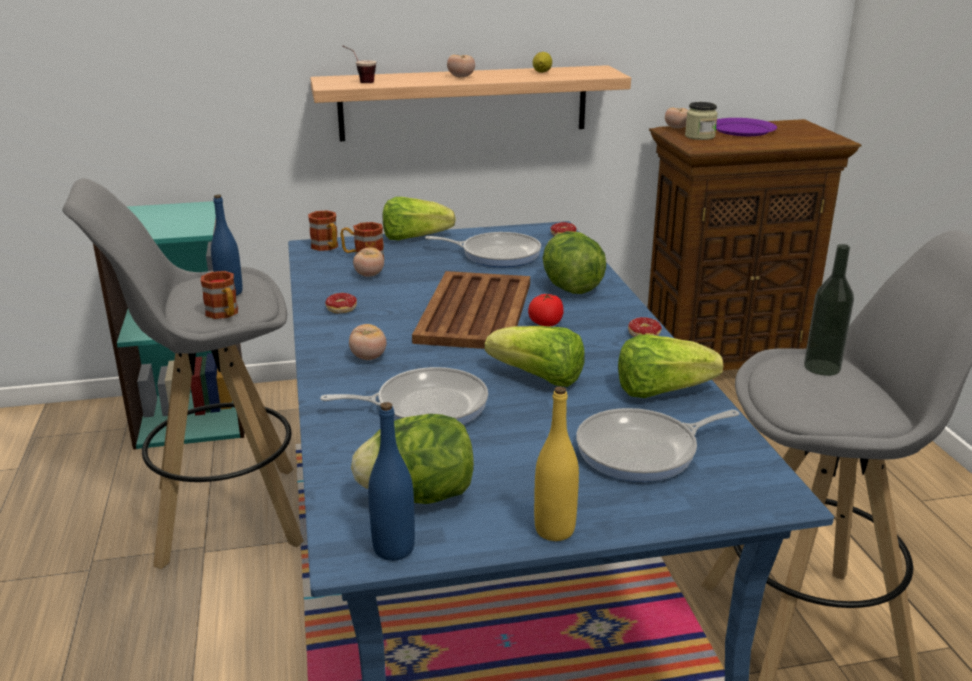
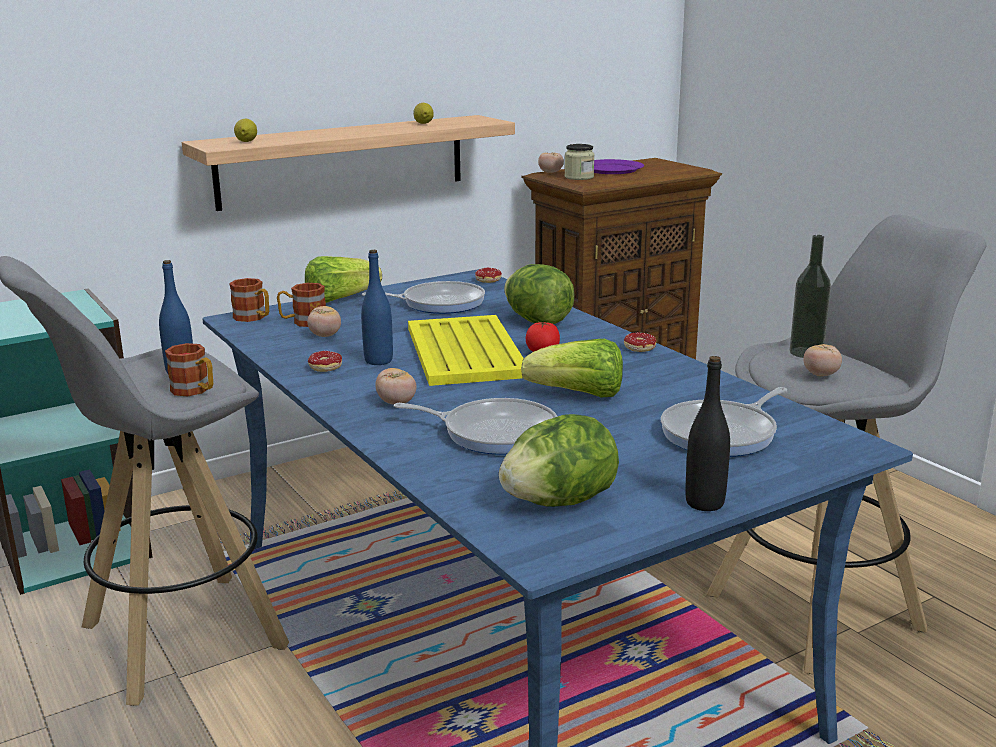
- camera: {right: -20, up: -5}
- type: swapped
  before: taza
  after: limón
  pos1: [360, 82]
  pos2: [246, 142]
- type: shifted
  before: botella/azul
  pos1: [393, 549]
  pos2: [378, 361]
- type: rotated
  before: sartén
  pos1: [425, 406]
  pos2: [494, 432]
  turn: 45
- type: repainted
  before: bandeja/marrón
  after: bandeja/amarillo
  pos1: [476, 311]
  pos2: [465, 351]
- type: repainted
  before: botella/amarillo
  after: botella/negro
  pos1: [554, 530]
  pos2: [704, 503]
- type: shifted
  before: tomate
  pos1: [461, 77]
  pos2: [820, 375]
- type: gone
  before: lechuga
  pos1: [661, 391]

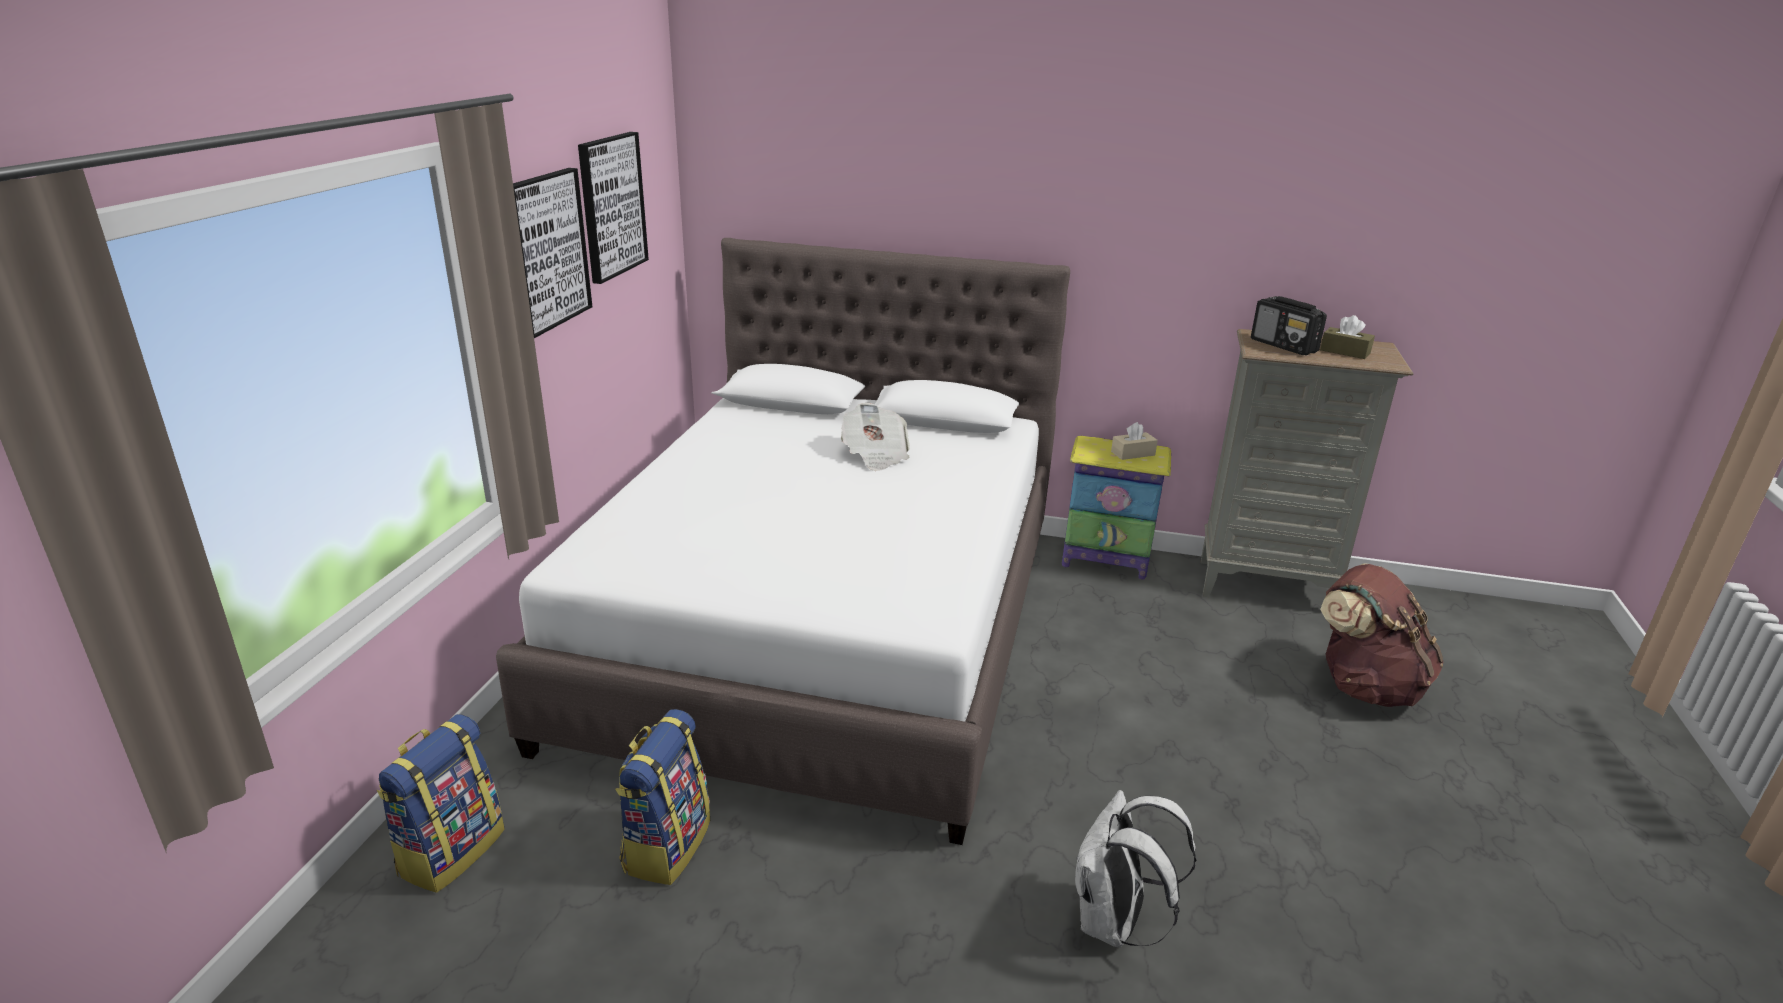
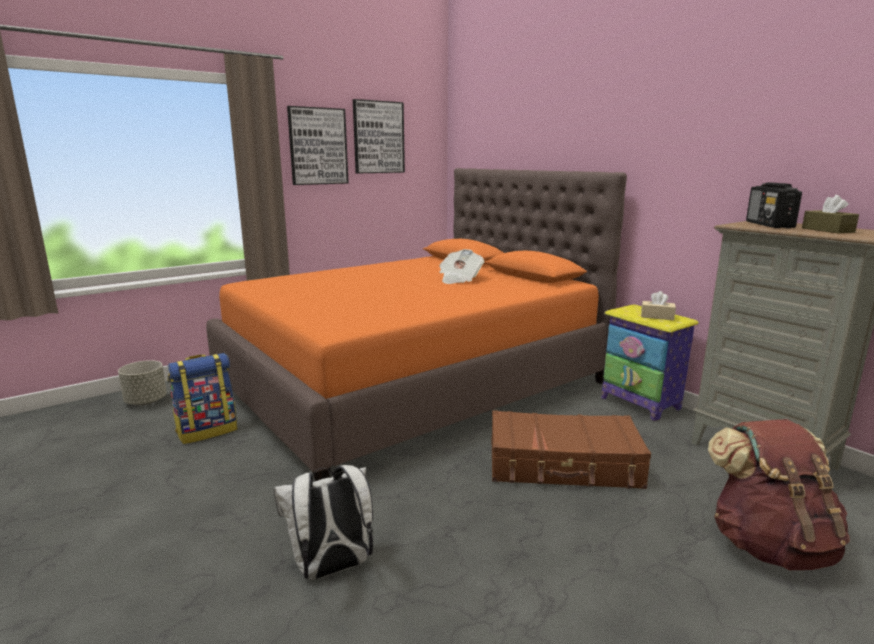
- camera: {right: 40, up: -10}
- type: swapped
  before: mochila
  after: maceta/gris
  pos1: [451, 851]
  pos2: [146, 401]
- type: repainted
  before: cama/blanco
  after: cama/naranja
  pos1: [825, 628]
  pos2: [412, 382]
- type: new
  after: maleta/marrón
  pos2: [563, 465]

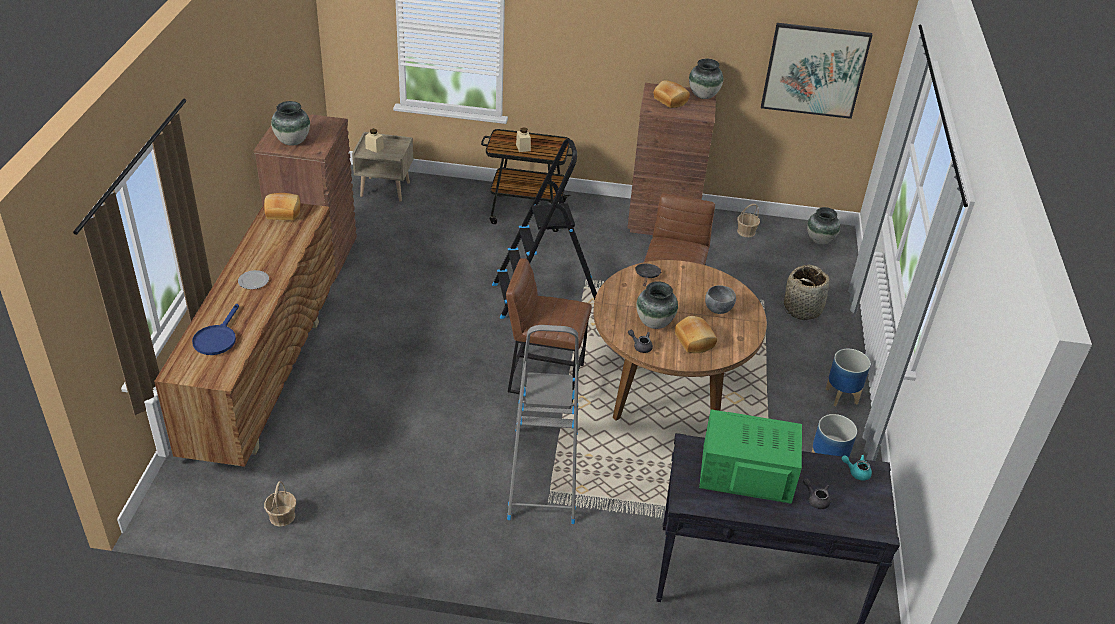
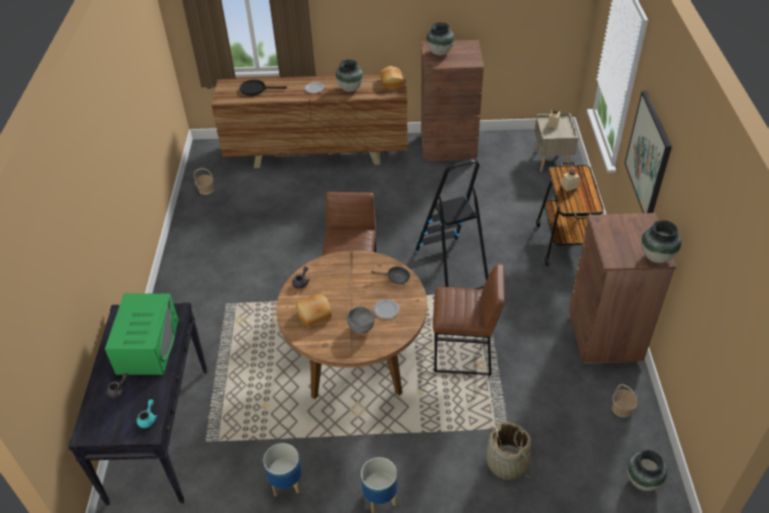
- camera: {right: 85, up: 5}
- type: repainted
  before: sartén/azul
  after: sartén/negro
  pos1: [217, 338]
  pos2: [256, 89]
- type: shifted
  before: florero
  pos1: [654, 323]
  pos2: [350, 88]
- type: new
  after: plato
  pos2: [386, 310]
- type: shifted
  before: cuadro
  pos1: [814, 70]
  pos2: [648, 155]
- type: gone
  before: escalera de tijera/gris
  pos1: [543, 473]
- type: gone
  before: pan
  pos1: [670, 100]

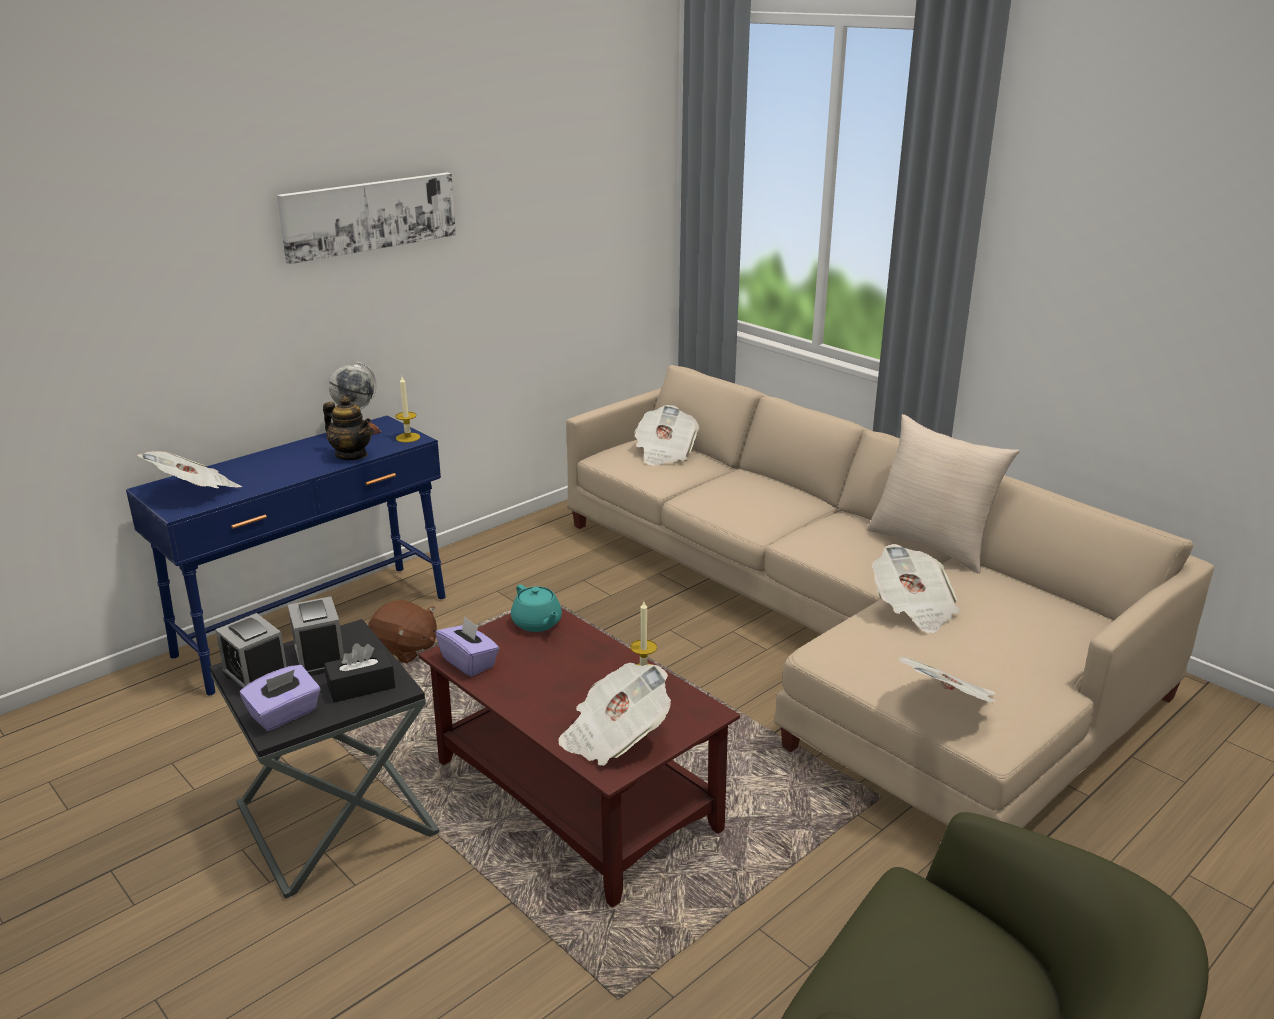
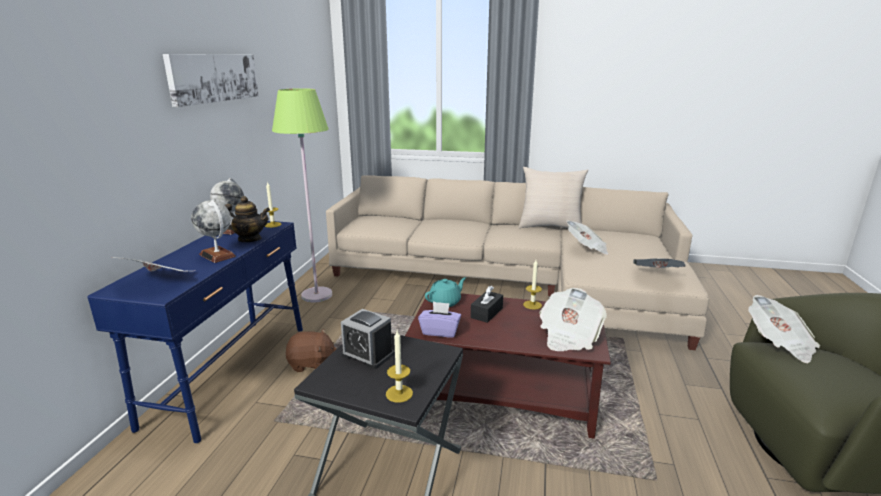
- camera: {right: -35, up: -5}
- type: new
  after: globo terráqueo
  pos2: [217, 255]
- type: new
  after: lámpara de pie/verde
  pos2: [316, 295]
- type: swapped
  before: caja de pañuelos/morado
  after: vela
  pos1: [285, 714]
  pos2: [399, 393]
- type: rotated
  before: tetera/turquesa
  pos1: [537, 623]
  pos2: [445, 302]
  turn: -60
- type: shifted
  before: caja de pañuelos/negro
  pos1: [361, 686]
  pos2: [486, 313]
- type: shifted
  before: periódico
  pos1: [664, 453]
  pos2: [779, 344]
- type: gone
  before: despertador
  pos1: [256, 676]

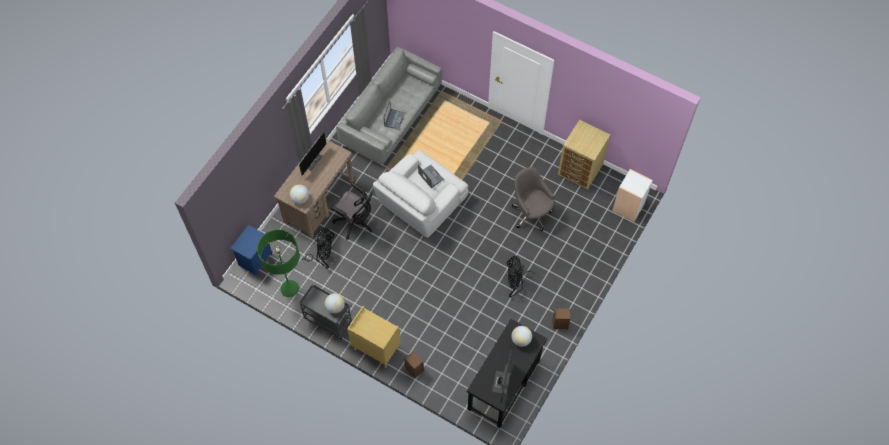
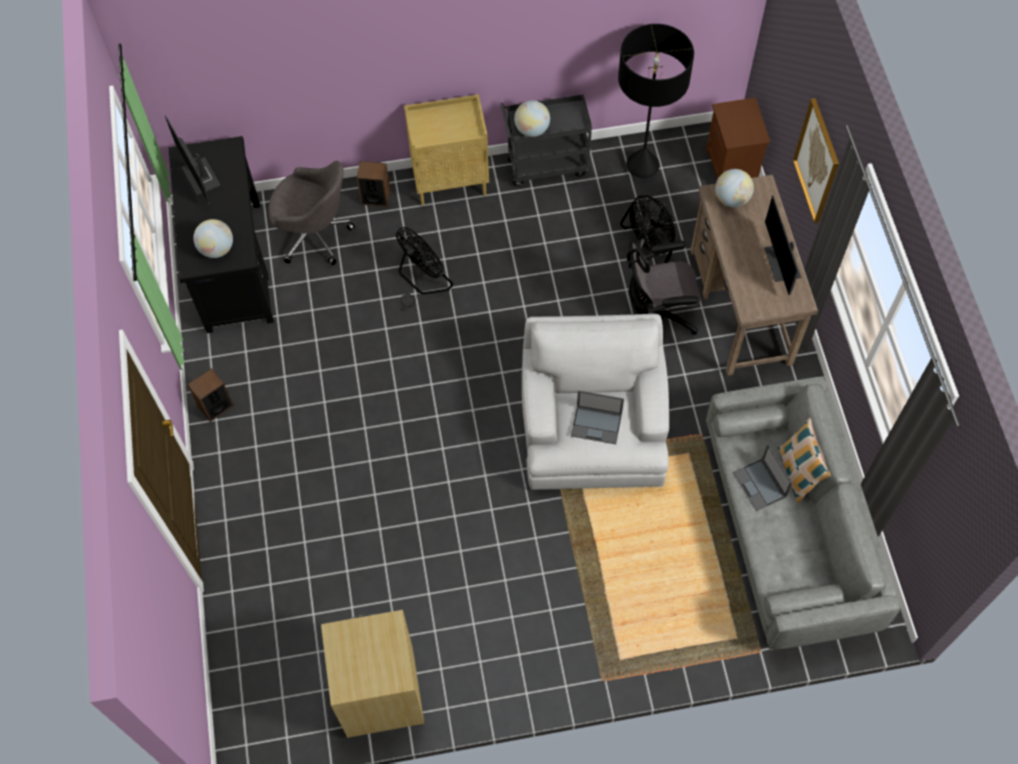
- camera: {right: 140, up: 0}
- type: shifted
  before: silla de oficina/gris
  pos1: [531, 213]
  pos2: [315, 236]
- type: shifted
  before: ventilador/negro
  pos1: [516, 280]
  pos2: [418, 279]
- type: repainted
  before: lámpara de pie/verde
  after: lámpara de pie/negro
  pos1: [290, 289]
  pos2: [642, 167]
- type: repainted
  before: mesita de noche/azul
  after: mesita de noche/marrón
  pos1: [255, 259]
  pos2: [732, 168]
- type: new
  after: cojín
  pos2: [797, 473]
- type: new
  after: cuadro
  pos2: [817, 161]
- type: gone
  before: estantería
  pos1: [628, 207]

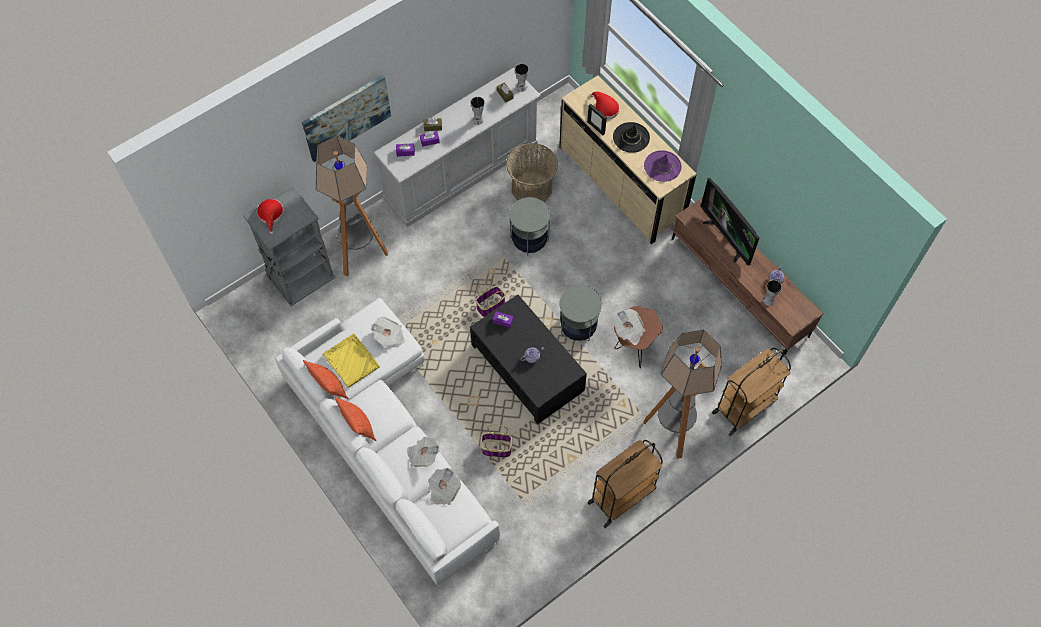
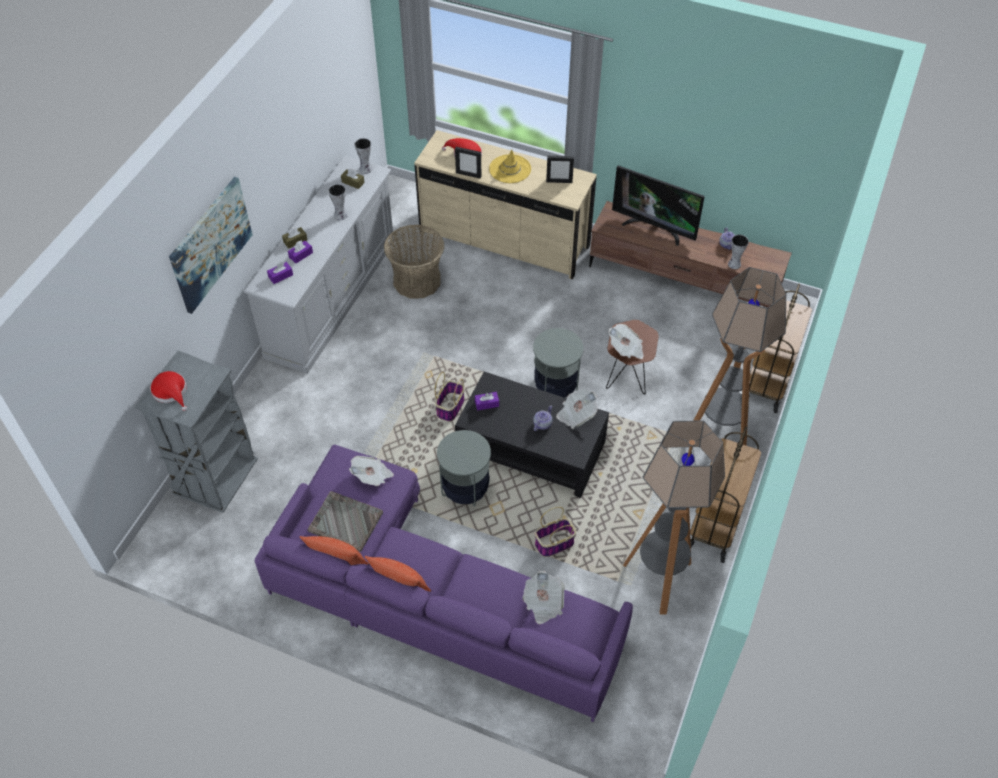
- camera: {right: -30, up: -10}
- type: repainted
  before: sofá/blanco
  after: sofá/morado
  pos1: [389, 441]
  pos2: [431, 596]
- type: repainted
  before: bandeja/amarillo
  after: bandeja/gris
  pos1: [351, 360]
  pos2: [345, 521]
- type: shifted
  before: mesa auxiliar/gris
  pos1: [529, 240]
  pos2: [465, 488]
- type: repainted
  before: sombrero/negro
  after: sombrero/amarillo
  pos1: [631, 137]
  pos2: [510, 169]
- type: swapped
  before: sombrero/morado
  after: portarretratos
  pos1: [662, 166]
  pos2: [559, 181]
- type: shifted
  before: periódico
  pos1: [423, 455]
  pos2: [576, 414]
- type: shifted
  before: lámpara de pie
  pos1: [360, 254]
  pos2: [658, 579]

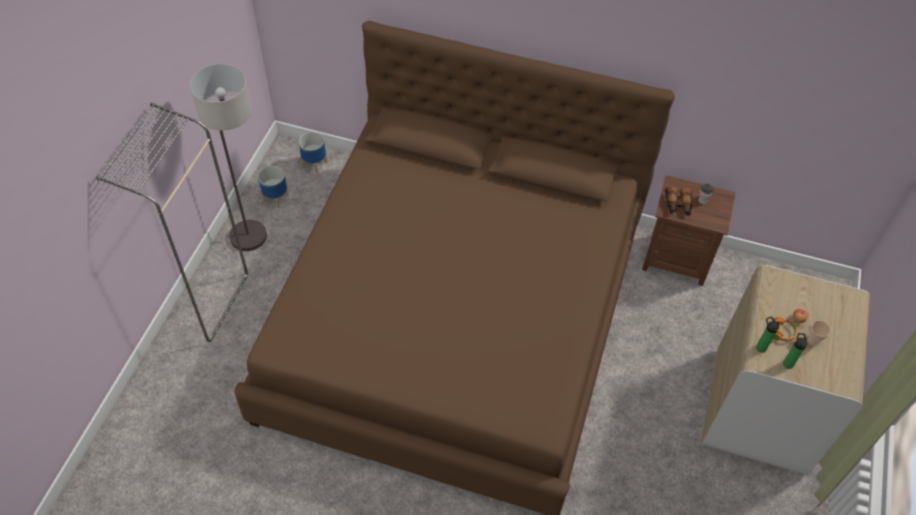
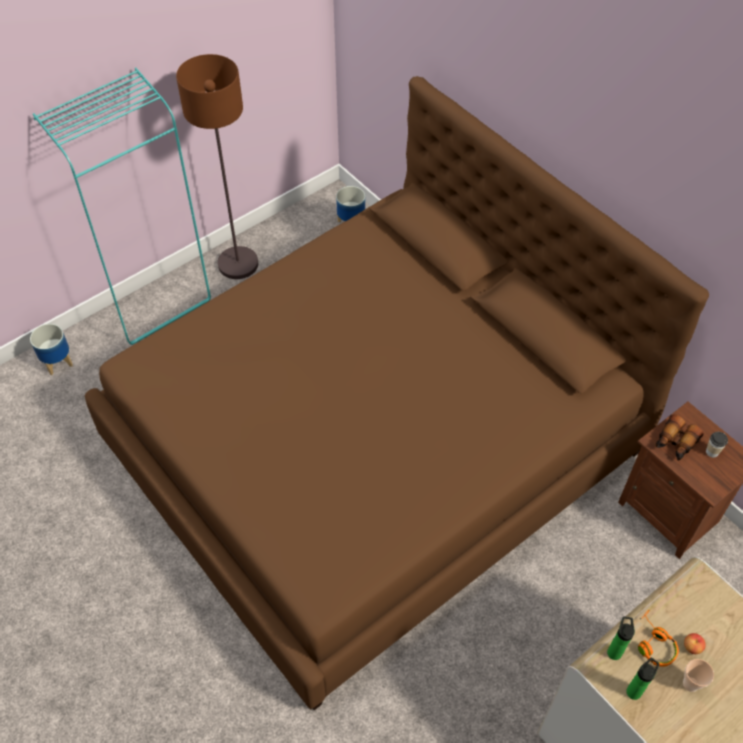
- camera: {right: 35, up: 0}
- type: shifted
  before: maceta
  pos1: [276, 198]
  pos2: [58, 362]
- type: repainted
  before: perchero/gris
  after: perchero/turquesa
  pos1: [207, 301]
  pos2: [158, 306]
- type: repainted
  before: lámpara de pie/gris
  after: lámpara de pie/marrón
  pos1: [255, 243]
  pos2: [239, 273]

